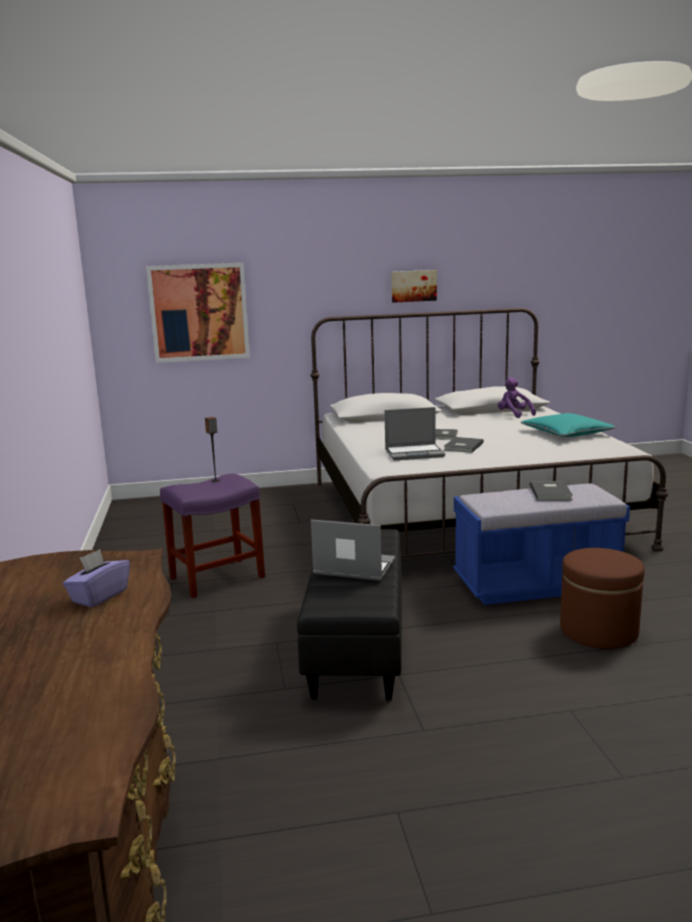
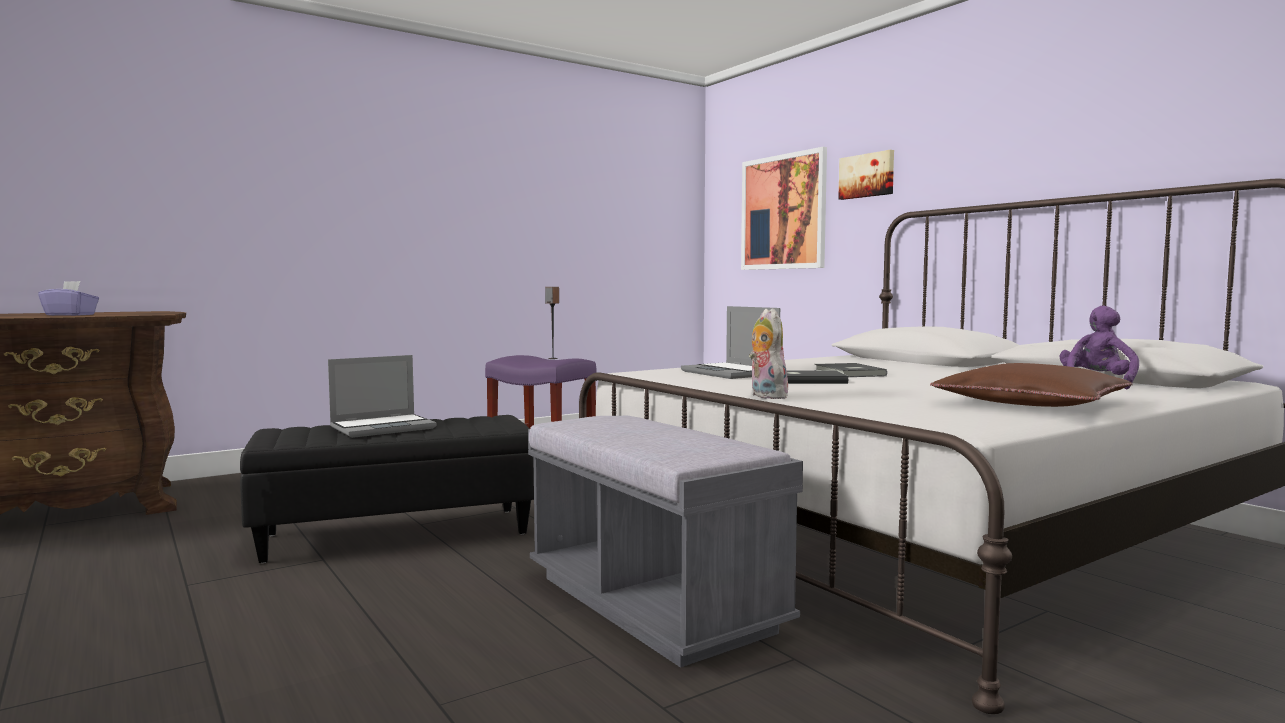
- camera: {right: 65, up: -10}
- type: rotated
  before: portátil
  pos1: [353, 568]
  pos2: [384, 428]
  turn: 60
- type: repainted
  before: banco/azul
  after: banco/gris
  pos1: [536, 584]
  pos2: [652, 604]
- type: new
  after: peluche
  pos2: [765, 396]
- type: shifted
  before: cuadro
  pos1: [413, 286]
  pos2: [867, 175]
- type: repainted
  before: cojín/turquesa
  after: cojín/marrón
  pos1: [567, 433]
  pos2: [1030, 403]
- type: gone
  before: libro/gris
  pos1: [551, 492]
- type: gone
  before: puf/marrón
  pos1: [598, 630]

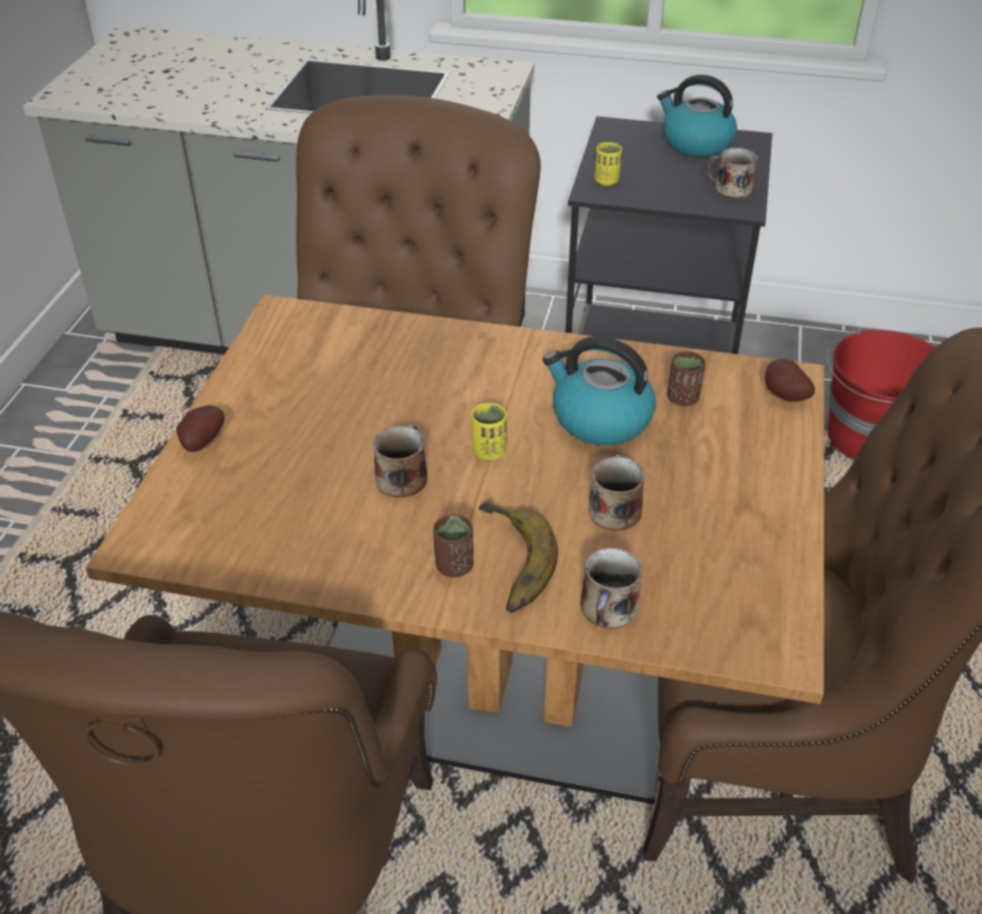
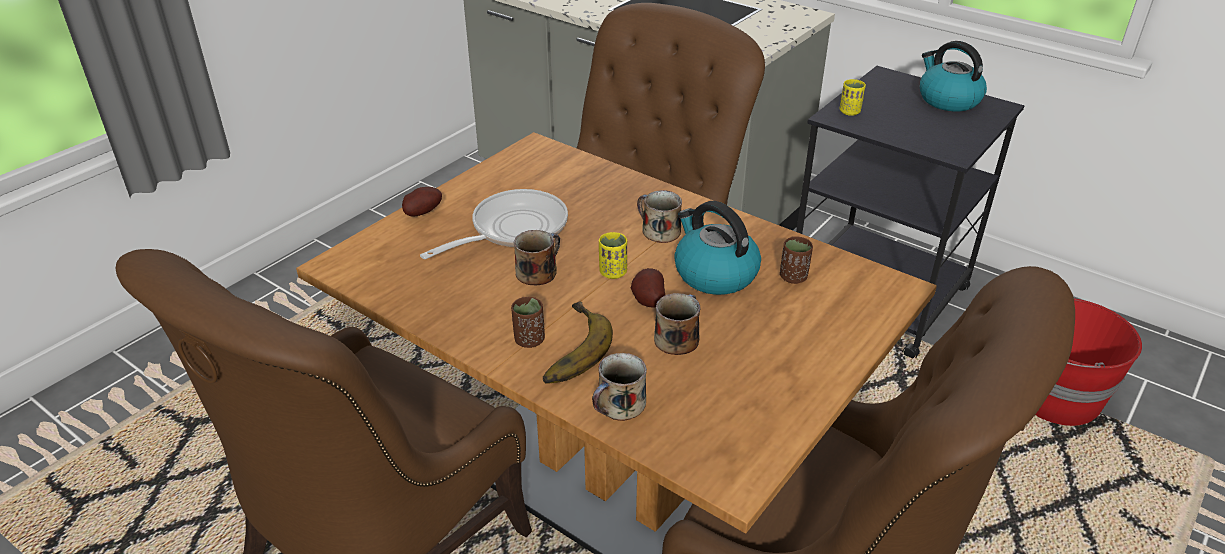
- camera: {right: 25, up: -5}
- type: new
  after: sartén
  pos2: [512, 229]
- type: shifted
  before: patata
  pos1: [783, 396]
  pos2: [647, 301]
- type: shifted
  before: taza grande
  pos1: [730, 189]
  pos2: [659, 231]

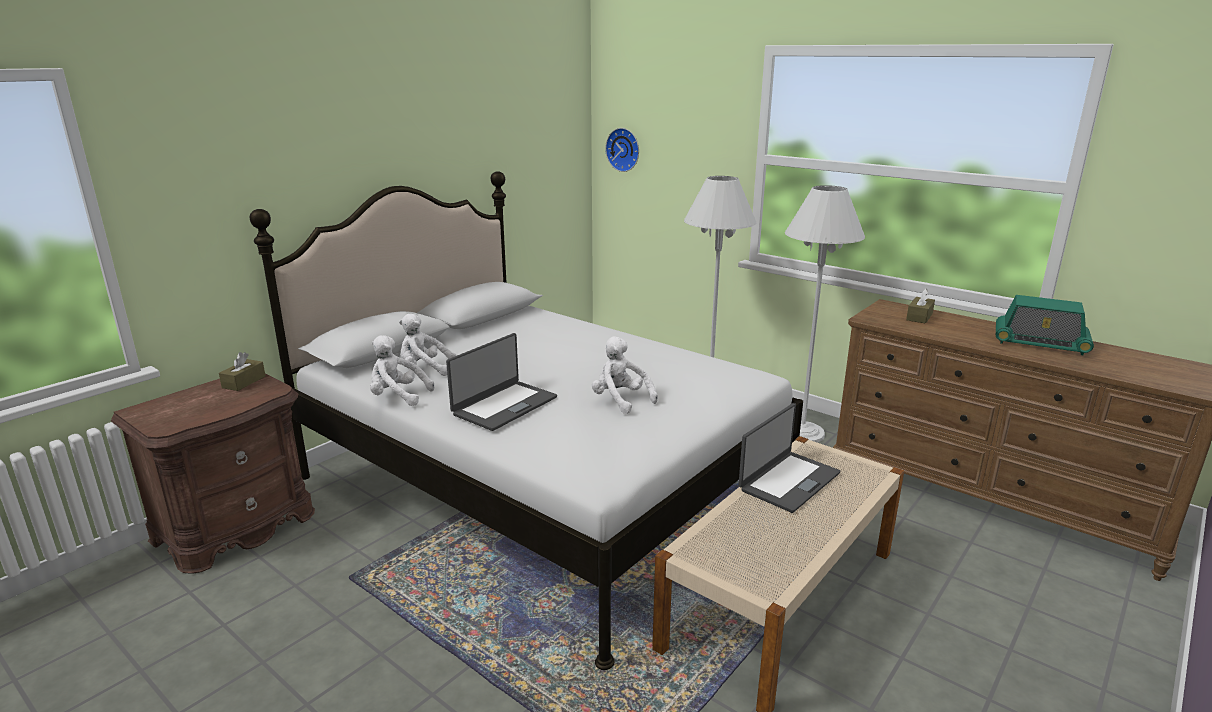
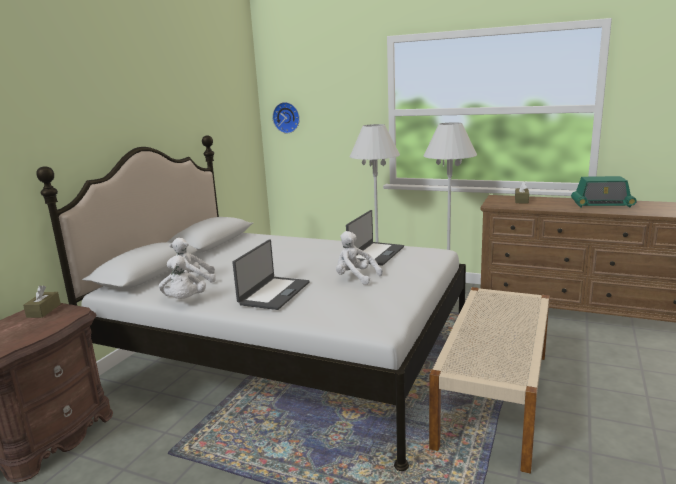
- camera: {right: -15, up: -5}
- type: rotated
  before: peluche/blanco
  pos1: [397, 396]
  pos2: [184, 301]
  turn: -105
- type: shifted
  before: portátil
  pos1: [788, 481]
  pos2: [375, 254]

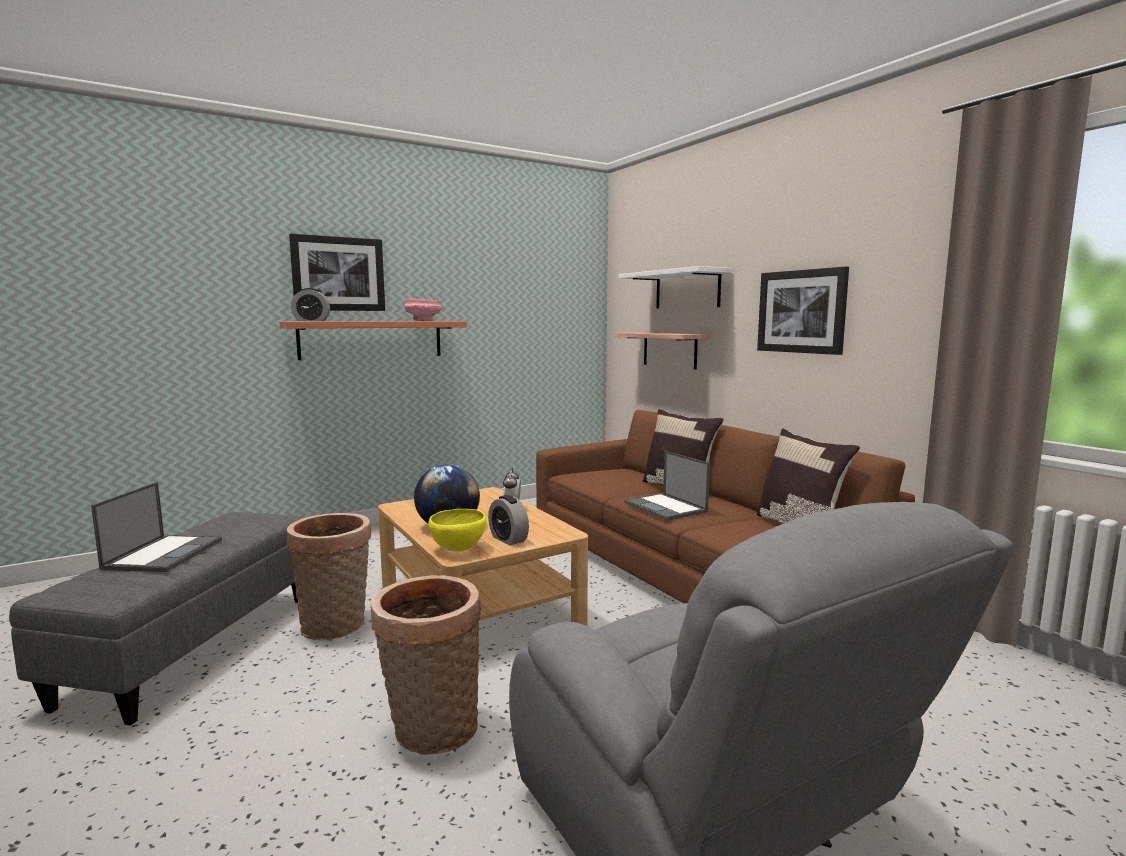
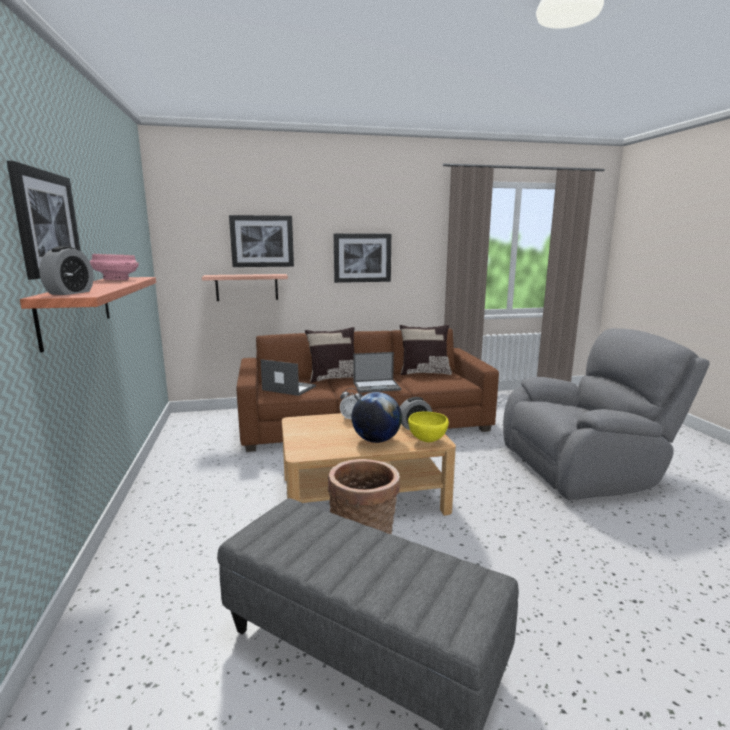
- camera: {right: -70, up: 5}
- type: swapped
  before: estante/blanco
  after: cuadro
  pos1: [687, 290]
  pos2: [262, 241]
- type: shifted
  before: portátil
  pos1: [164, 554]
  pos2: [288, 388]
- type: gone
  before: cesta
  pos1: [431, 731]

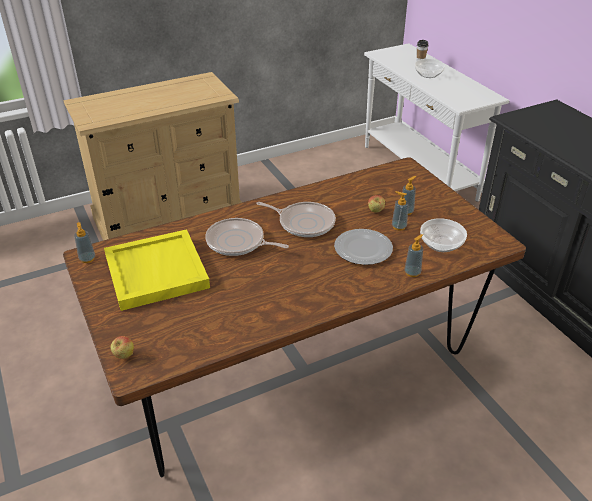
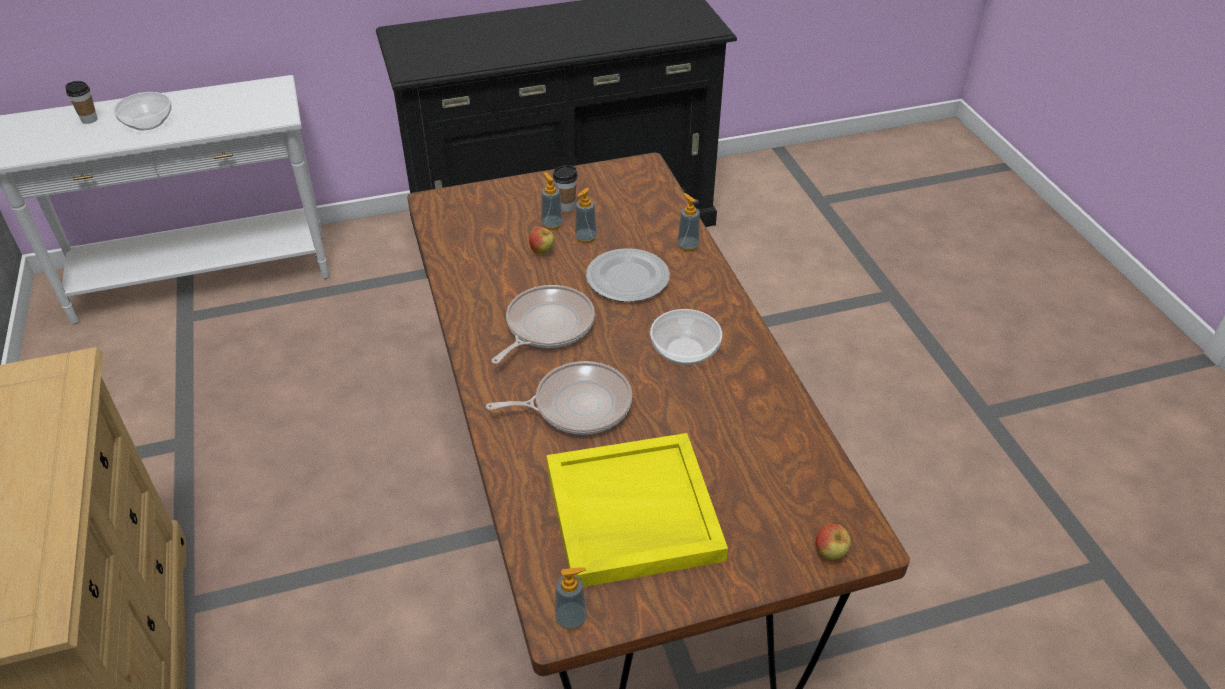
- camera: {right: -80, up: 5}
- type: rotated
  before: sartén
  pos1: [238, 242]
  pos2: [577, 405]
  turn: -135
- type: new
  after: taza
  pos2: [566, 207]
- type: shifted
  before: cuenco
  pos1: [441, 245]
  pos2: [686, 351]

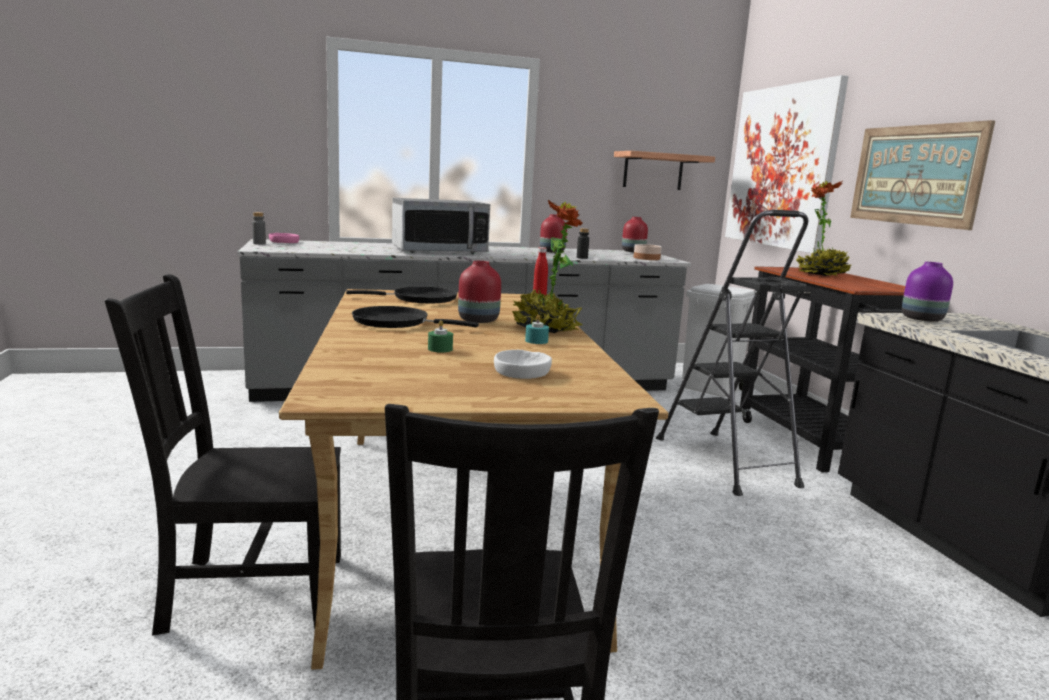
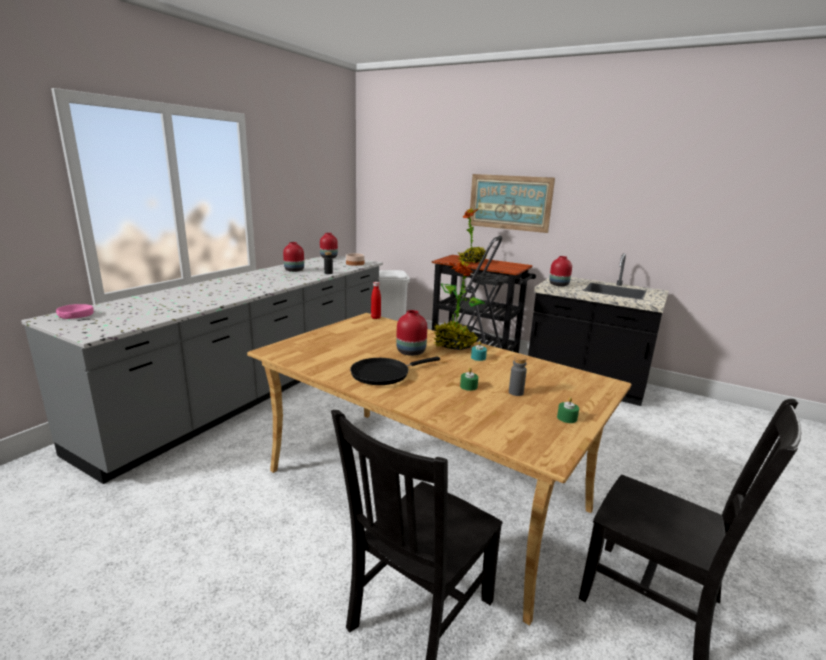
- camera: {right: -45, up: 5}
- type: shifted
  before: botella/gris
  pos1: [259, 243]
  pos2: [516, 392]
- type: repainted
  before: florero/morado
  after: florero/rojo
  pos1: [922, 319]
  pos2: [559, 285]
- type: new
  after: vela/verde
  pos2: [567, 418]
- type: gone
  before: sartén/negro
  pos1: [420, 299]
- type: gone
  before: microondas
  pos1: [439, 251]
- type: gone
  before: cuenco/blanco
  pos1: [522, 372]
- type: gone
  before: estante
  pos1: [653, 171]
- type: gone
  before: cuadro
  pos1: [782, 167]

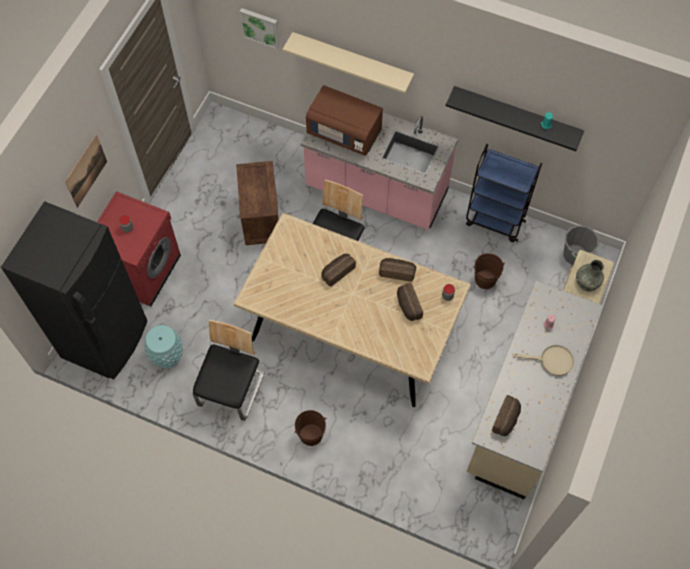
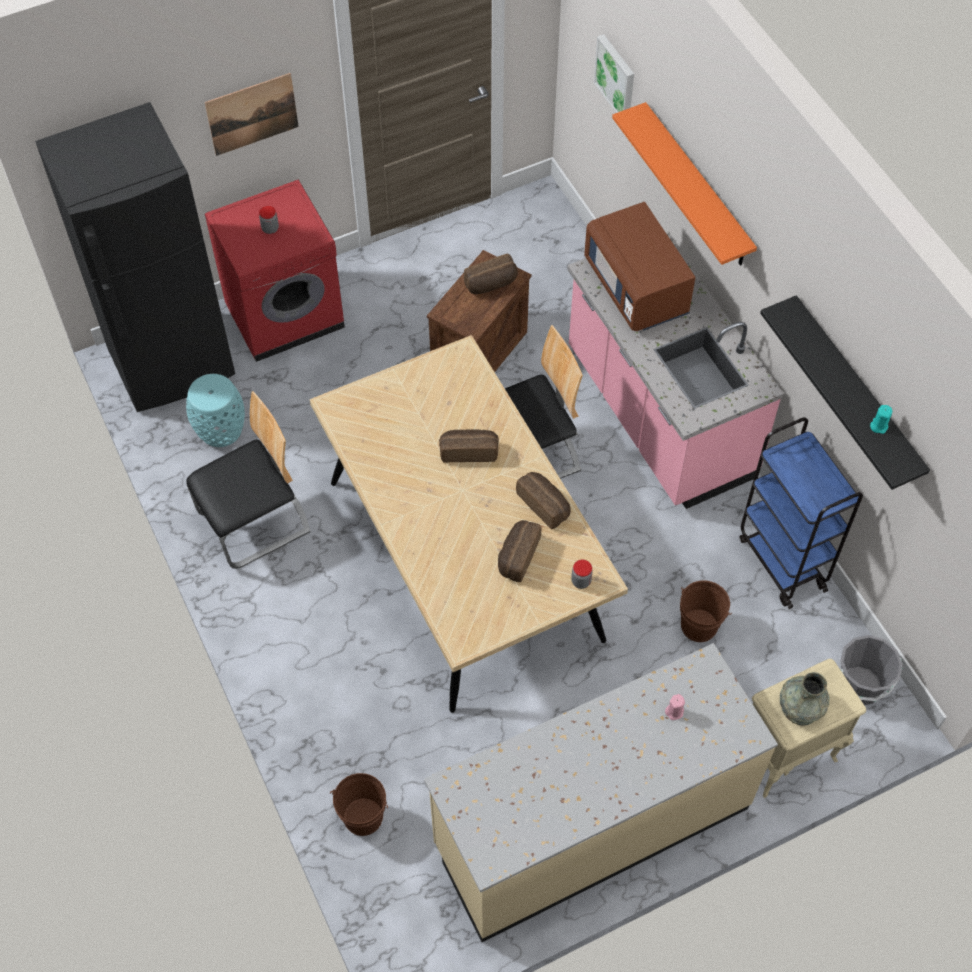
- camera: {right: 40, up: -5}
- type: shifted
  before: cubo/marrón
  pos1: [311, 435]
  pos2: [363, 817]
- type: shifted
  before: pan
  pos1: [506, 419]
  pos2: [491, 284]
- type: repainted
  before: estante/beis
  after: estante/naranja
  pos1: [352, 61]
  pos2: [697, 187]
- type: gone
  before: sartén/beis
  pos1: [551, 361]

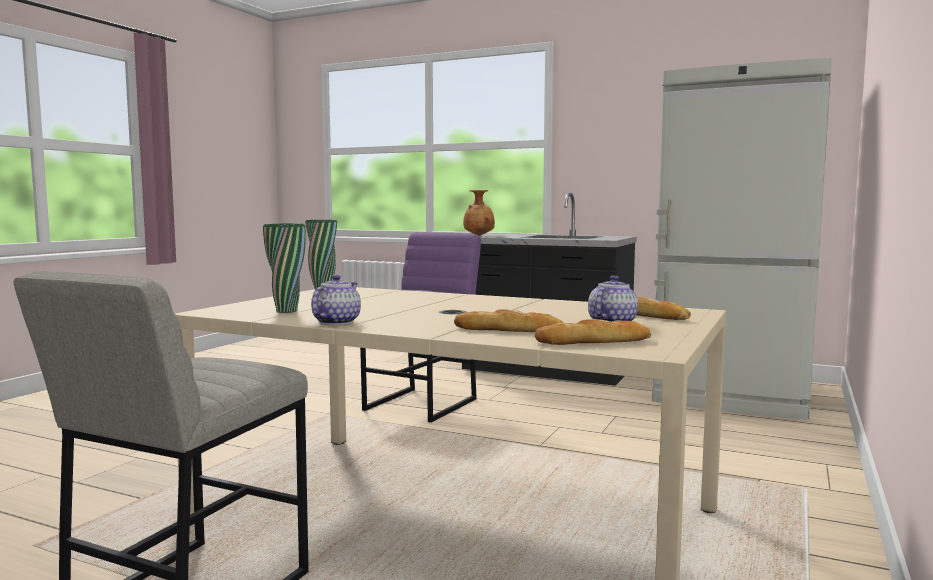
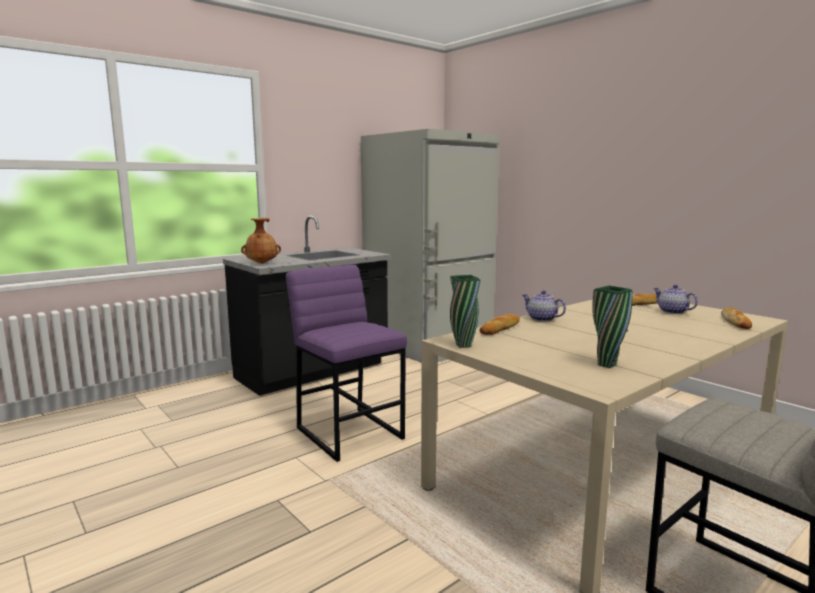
- camera: {right: -65, up: 5}
- type: shifted
  before: pan
  pos1: [508, 330]
  pos2: [500, 328]
- type: shifted
  before: tetera
  pos1: [335, 322]
  pos2: [541, 319]

